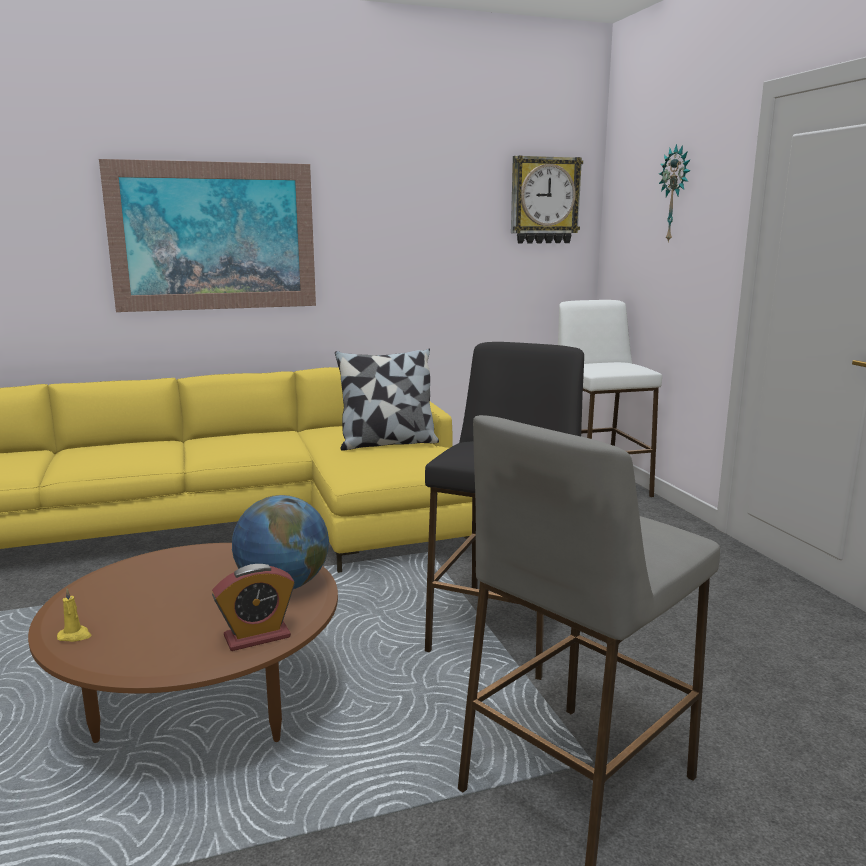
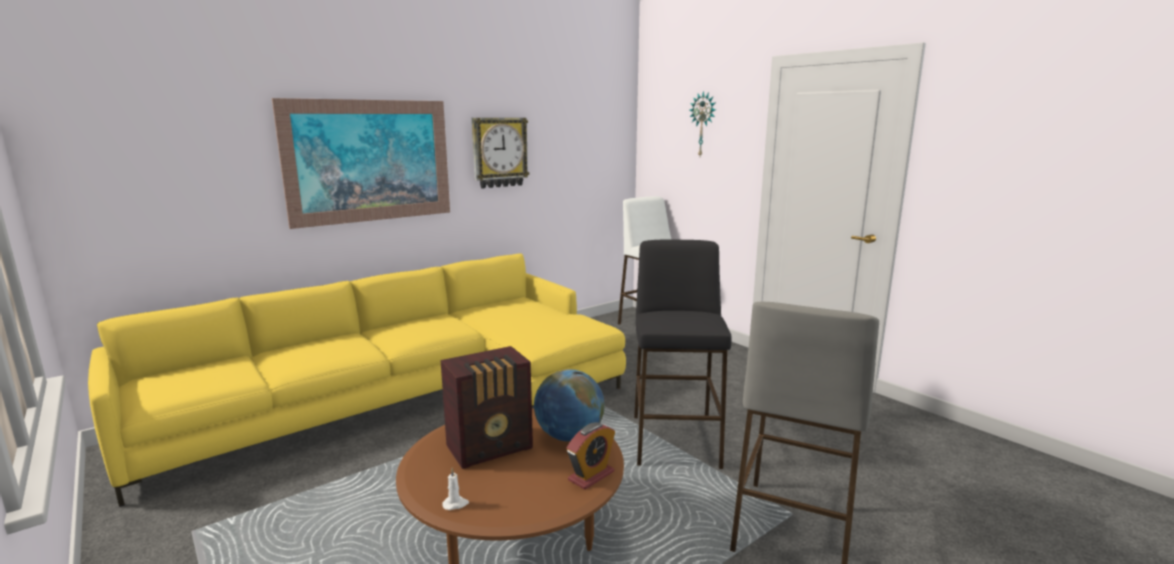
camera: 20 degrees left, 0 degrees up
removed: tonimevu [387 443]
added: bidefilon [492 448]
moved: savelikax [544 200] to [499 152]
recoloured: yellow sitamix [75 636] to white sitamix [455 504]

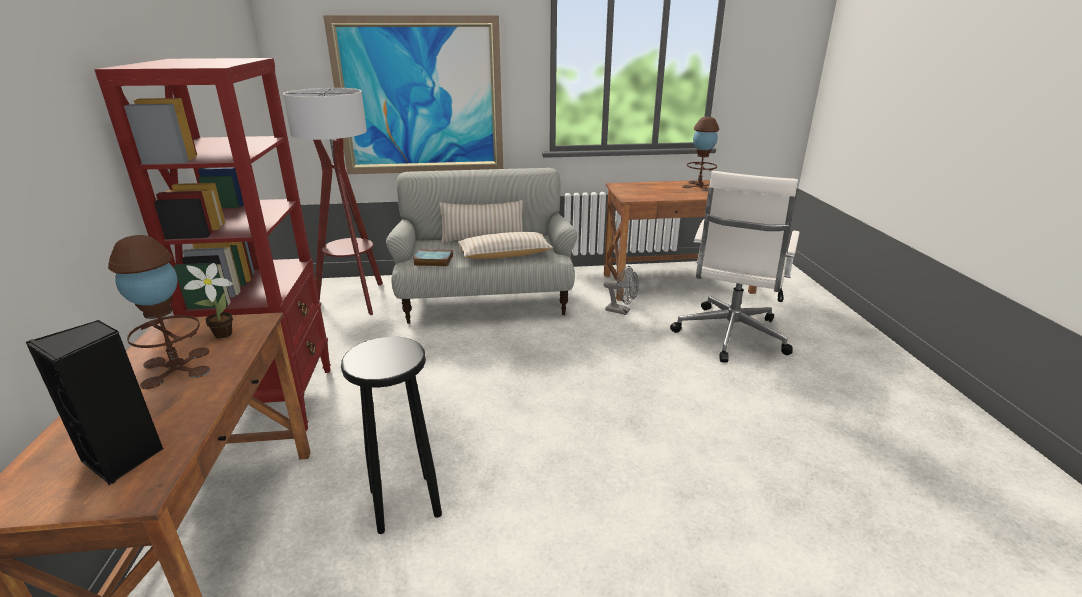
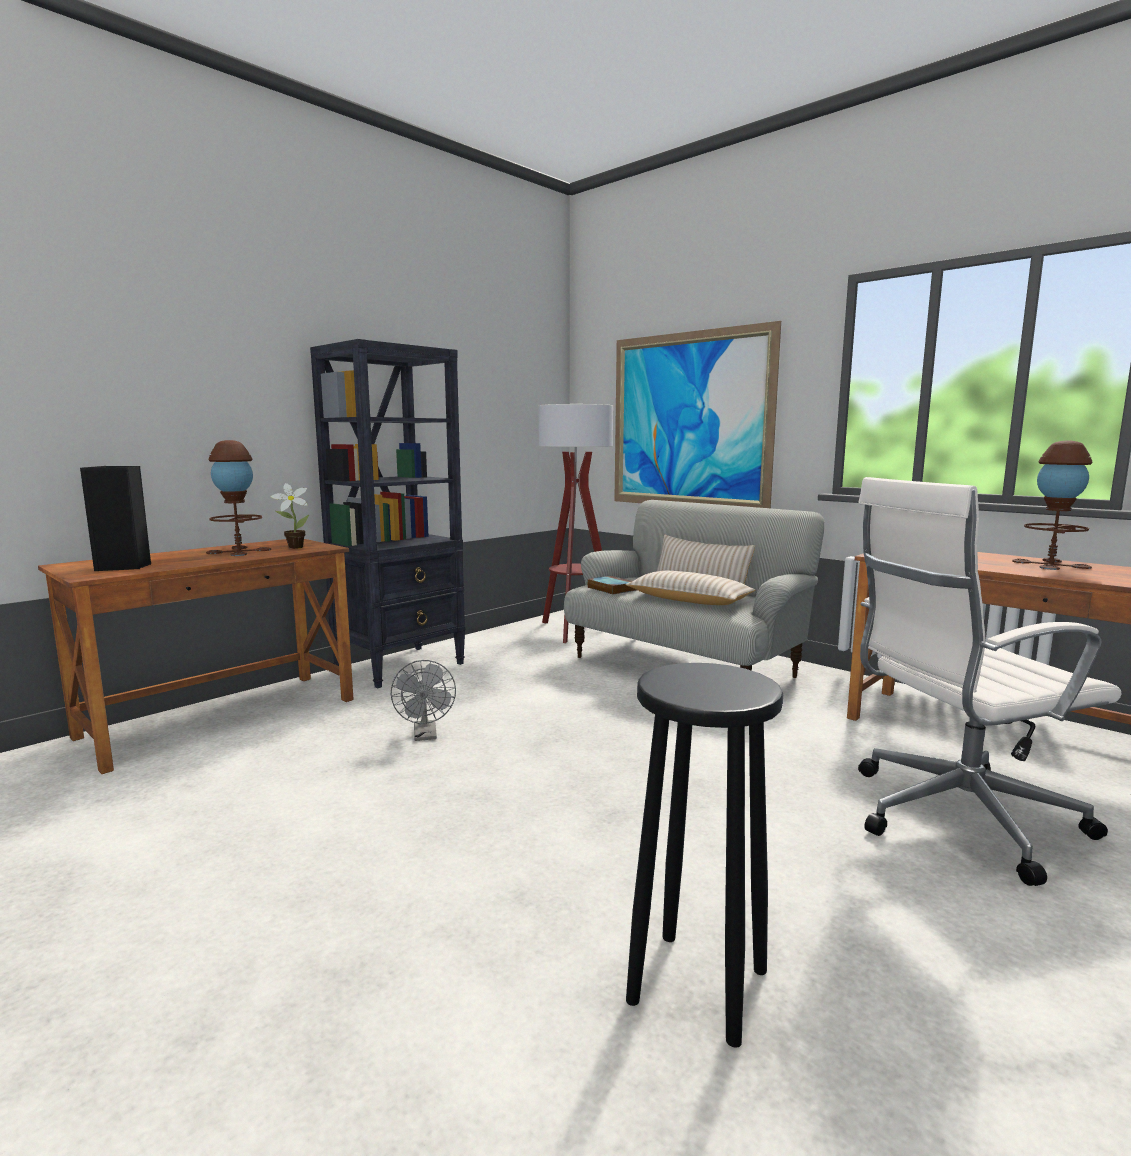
camera: 50 degrees right, 15 degrees down
moved: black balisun [405 503] to [697 986]; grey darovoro [621 311] to [426 736]
recoloured: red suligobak [279 400] to black suligobak [401 666]

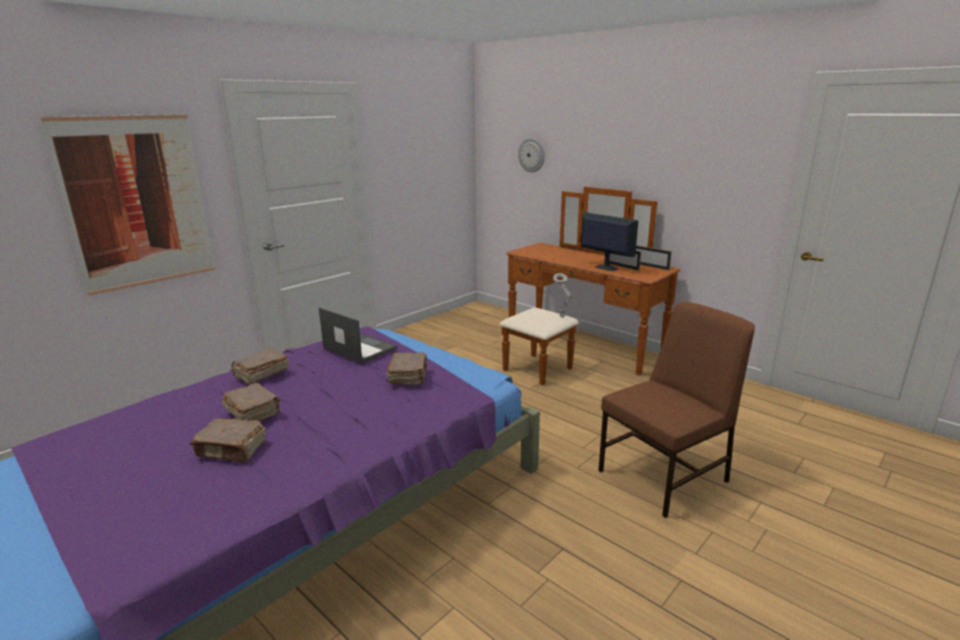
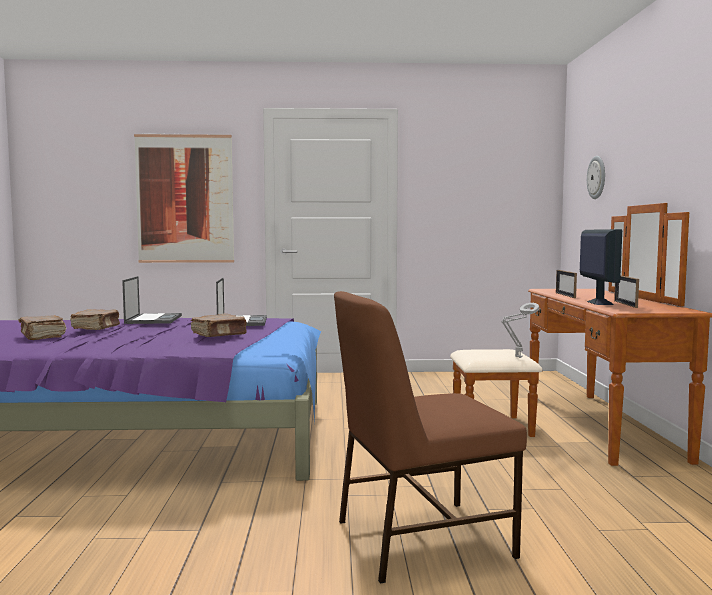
camera: 45 degrees right, 15 degrees down
moved: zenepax [649 266] to [565 295]
replaced: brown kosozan [261 374] to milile [153 319]
turned: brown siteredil [665 475] = [420 538] 150 degrees clockwise

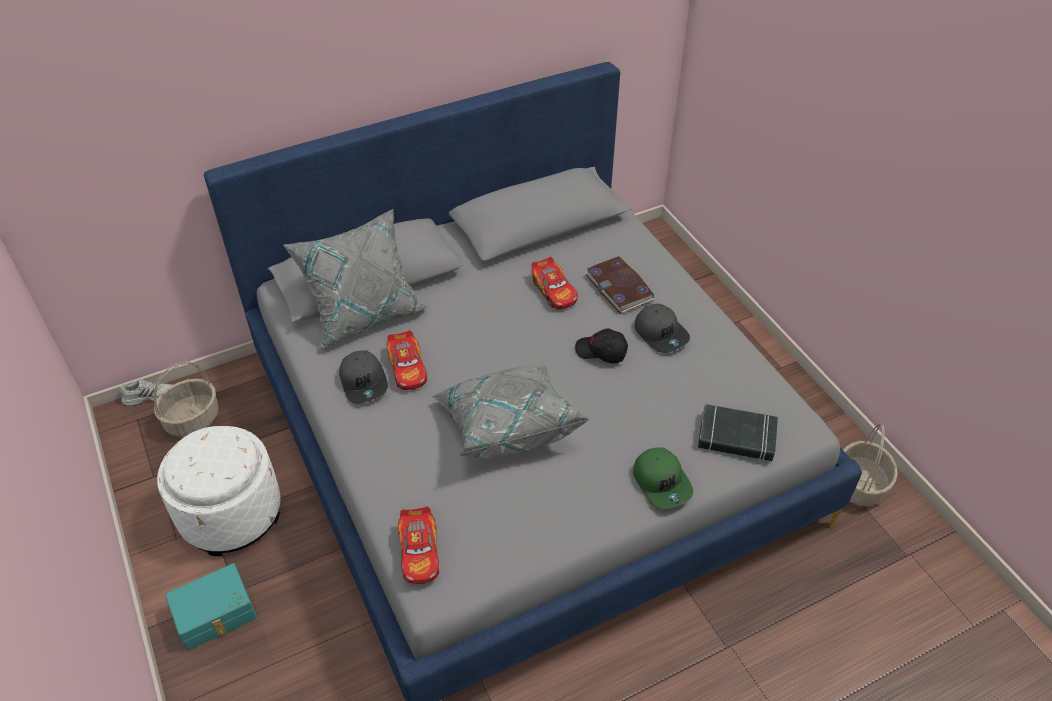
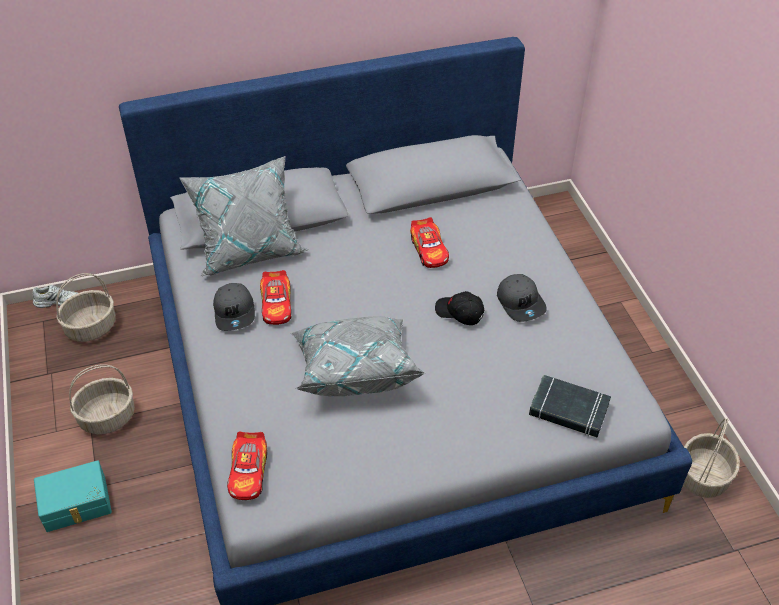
camera: 10 degrees right, 0 degrees up
removed: kosozan [619 287]; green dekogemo [662 482]
replaced: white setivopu [231 514] to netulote [108 417]

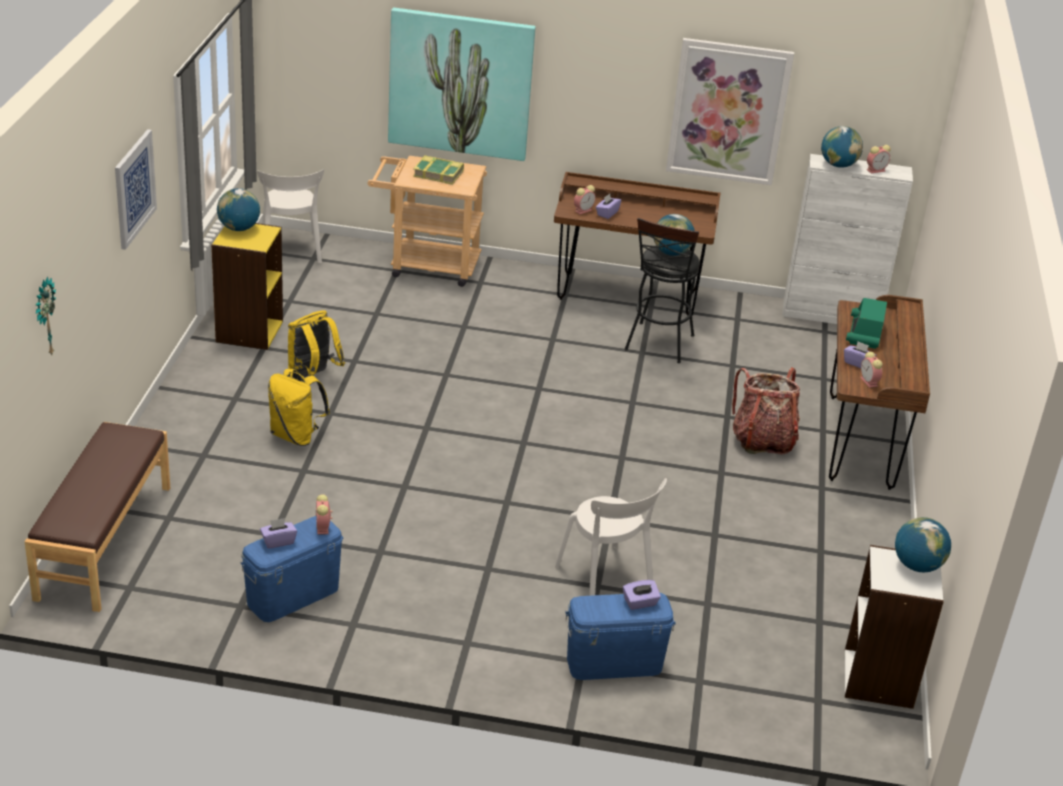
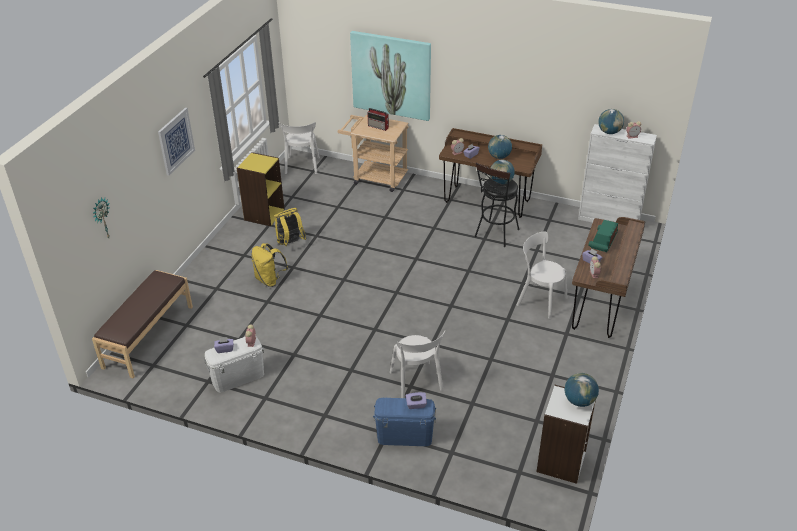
camera: 15 degrees right, 5 degrees up
removed: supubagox [728 111]
moved: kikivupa [238 228] to [499 157]
replaced: kosozan [438 173] to bidefilon [378 127]; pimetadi [762 440] to white siteredil [539 300]
recoloured: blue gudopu [293 596] to white gudopu [238 377]

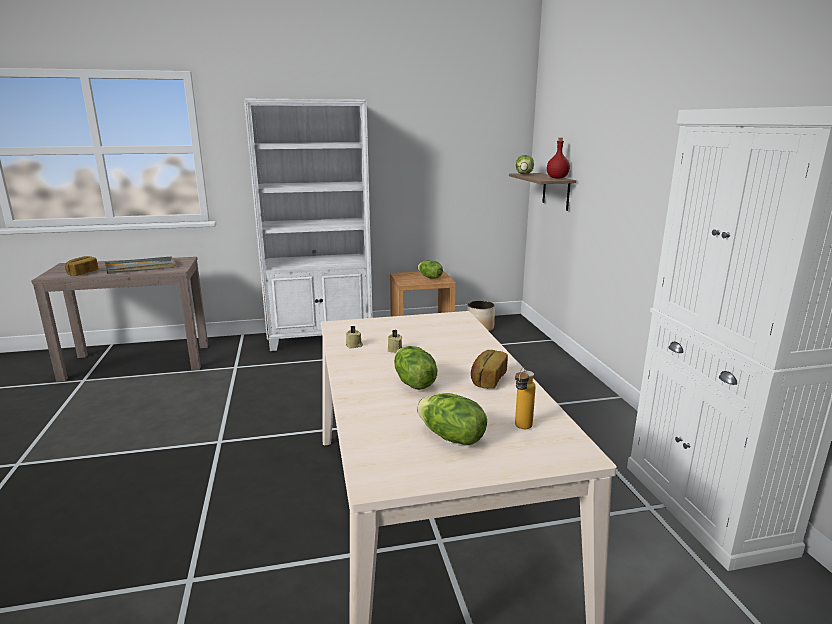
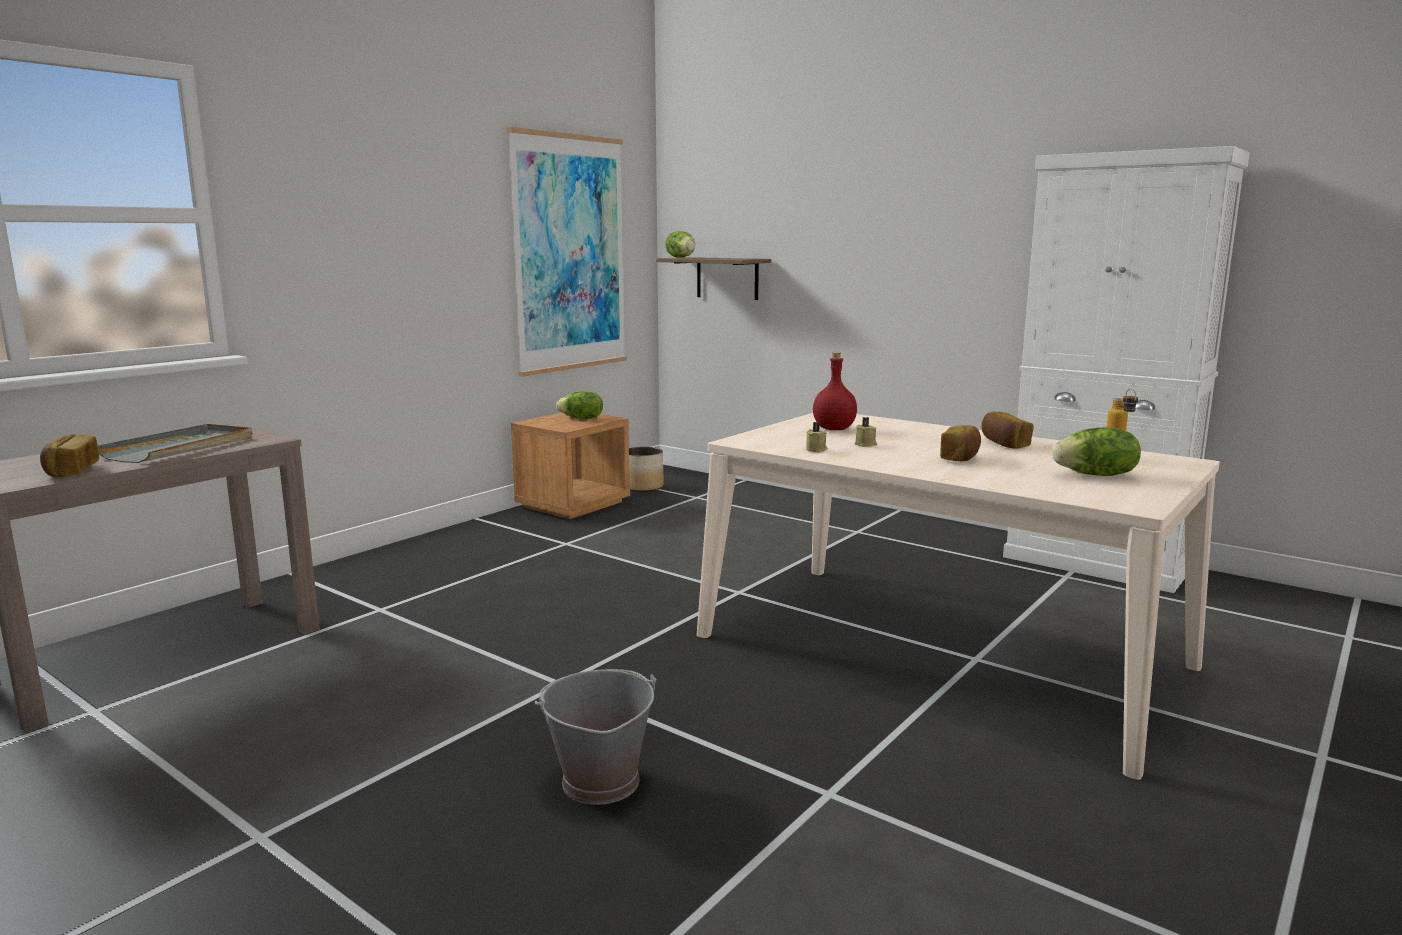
camera: 40 degrees left, 5 degrees down
removed: white suligobak [321 338]
added: supubagox [570 254]; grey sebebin [599 782]
moved: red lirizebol [557 178] to [833 429]
replaced: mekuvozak [413 383] to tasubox [960 458]

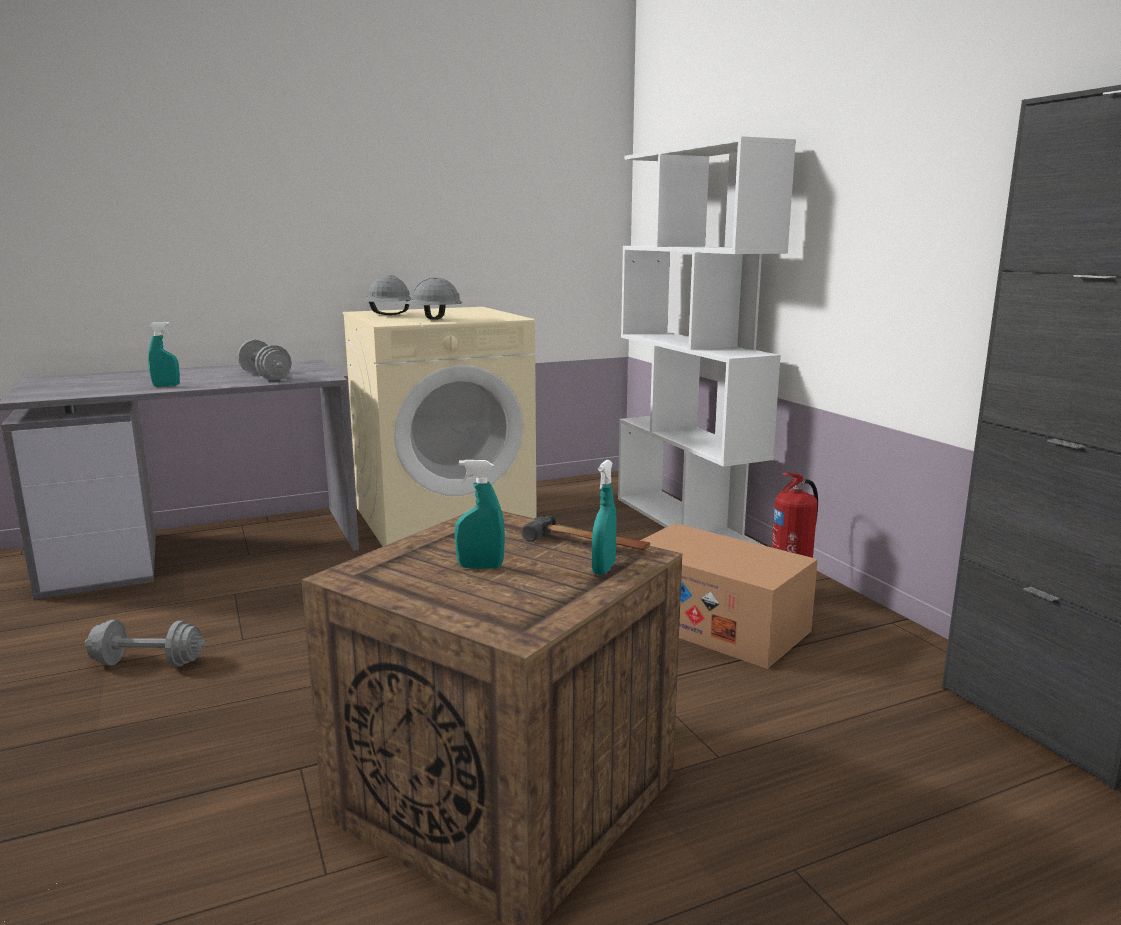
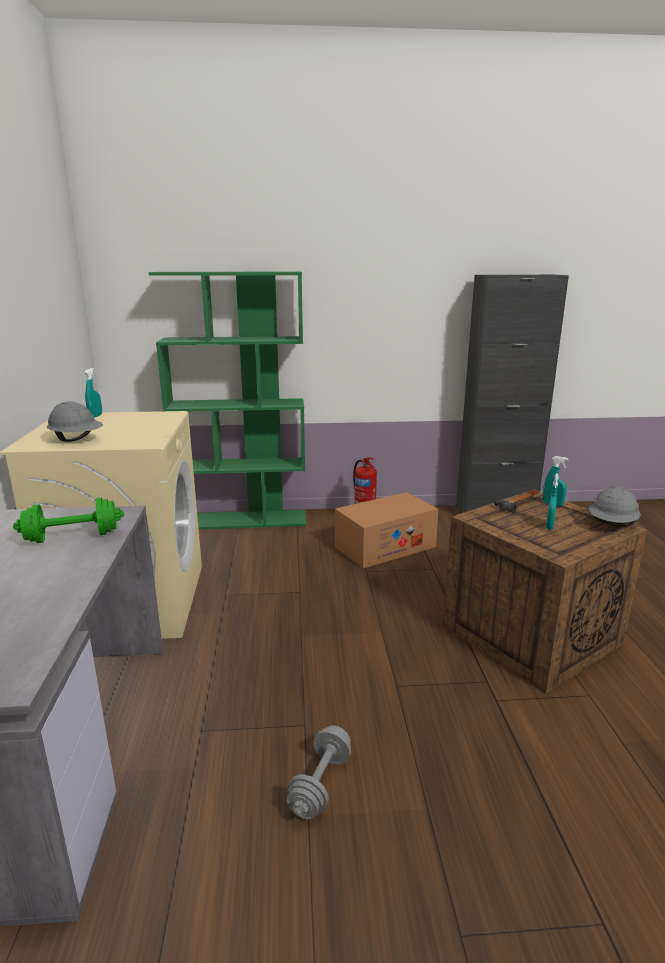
camera: 70 degrees left, 5 degrees up
moved: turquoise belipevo [166 386] to [95 416]; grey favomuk [432 319] to [612 525]
recoloured: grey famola [265 376] to green famola [72 537]; white suligobak [687 523] to green suligobak [243 520]

